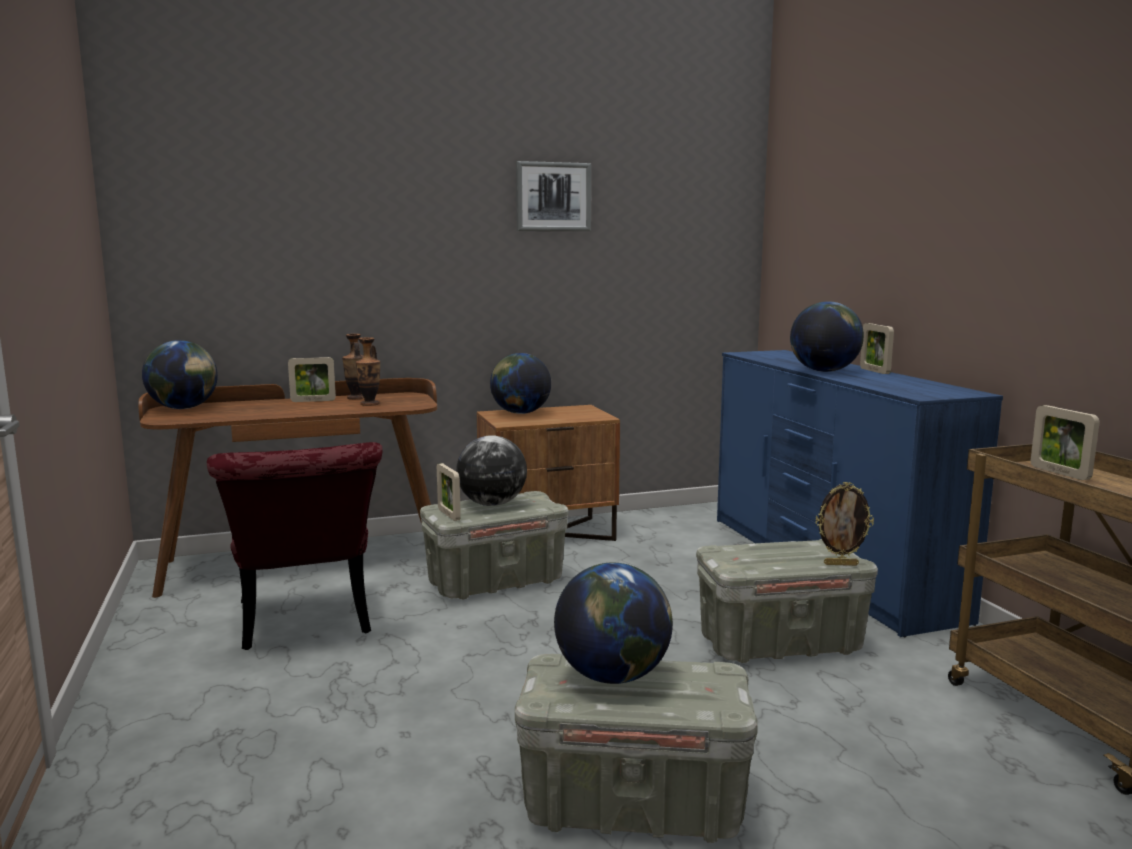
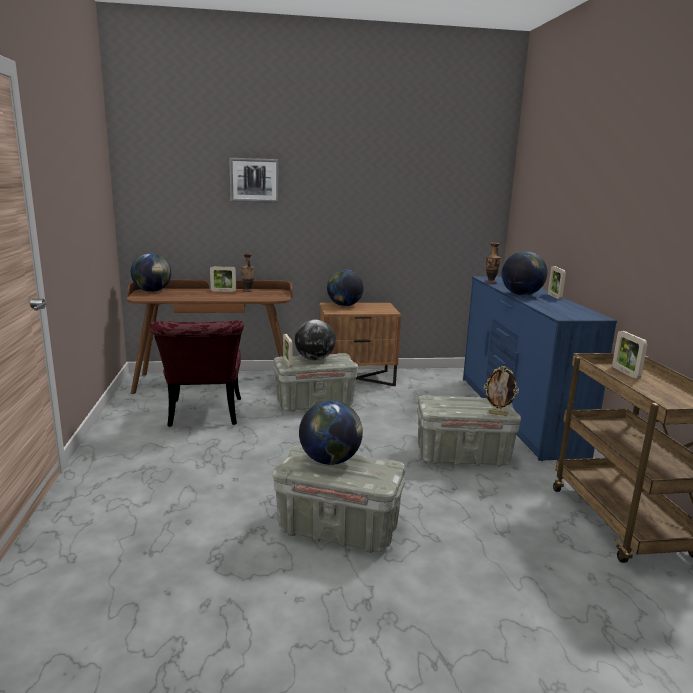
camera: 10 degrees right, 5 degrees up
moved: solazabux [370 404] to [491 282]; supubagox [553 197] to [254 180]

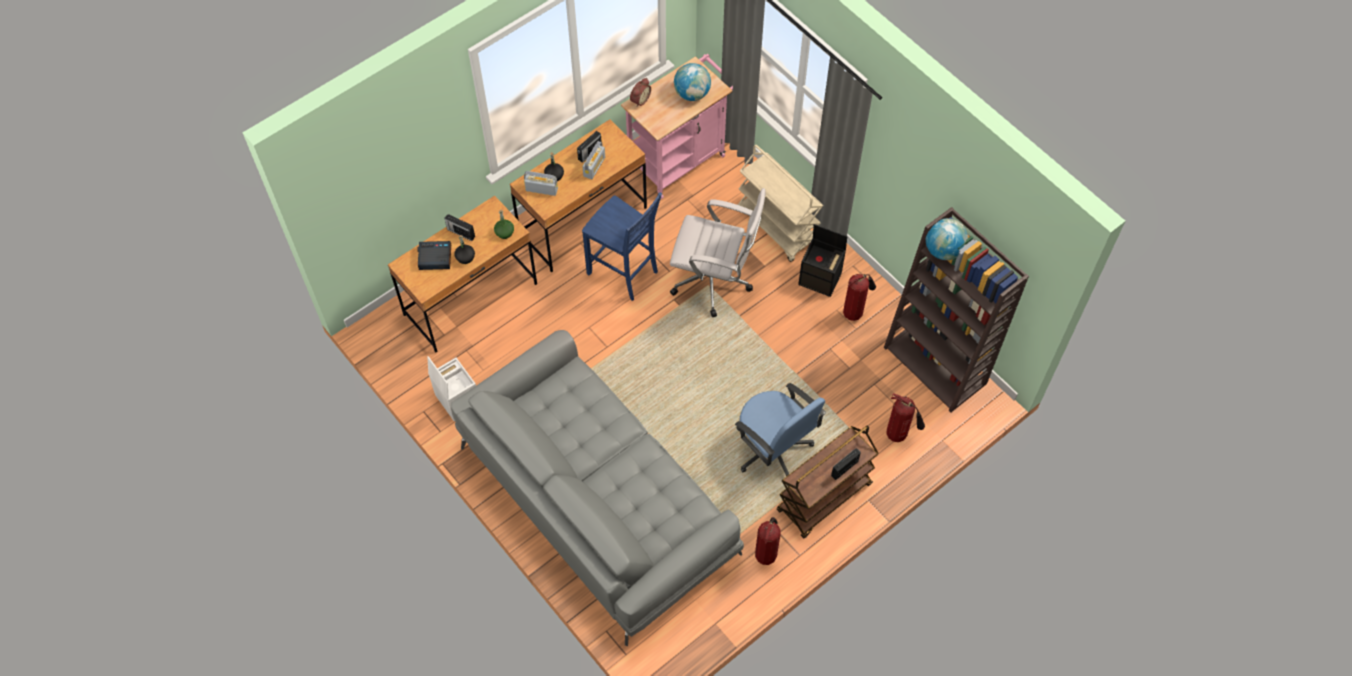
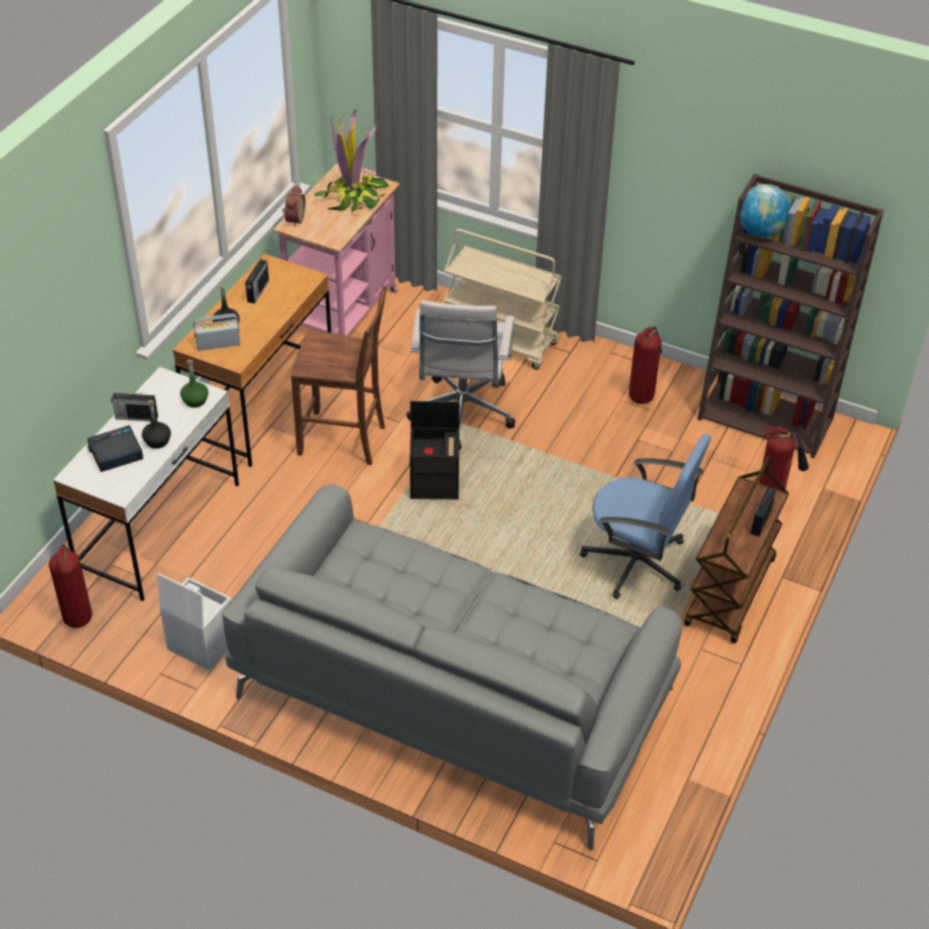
camera: 25 degrees left, 15 degrees down
removed: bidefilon [594 166]
moved: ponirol [766 553] to [77 617]; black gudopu [821 279] to [435 484]
replaced: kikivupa [692 94] to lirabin [354 198]
recoloured: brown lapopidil [471 299] to white lapopidil [159 528]; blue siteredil [624 273] to brown siteredil [344 440]
turned: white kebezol [715 282] = [461 416] 105 degrees clockwise

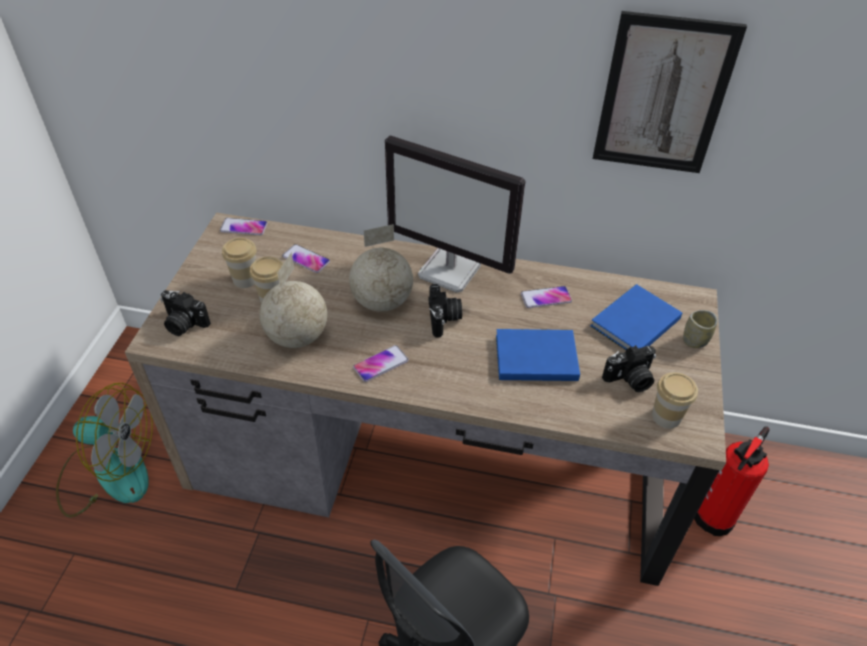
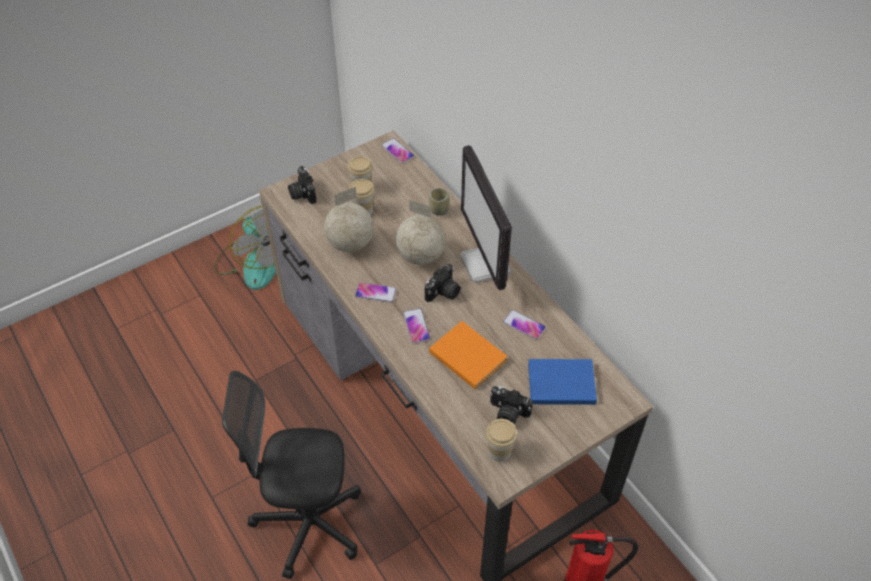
camera: 45 degrees right, 5 degrees up
removed: supubagox [663 96]
moved: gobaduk [306 259] to [416 326]; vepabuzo [695 340] to [439 210]
recoloured: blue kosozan [533 356] to orange kosozan [467 355]

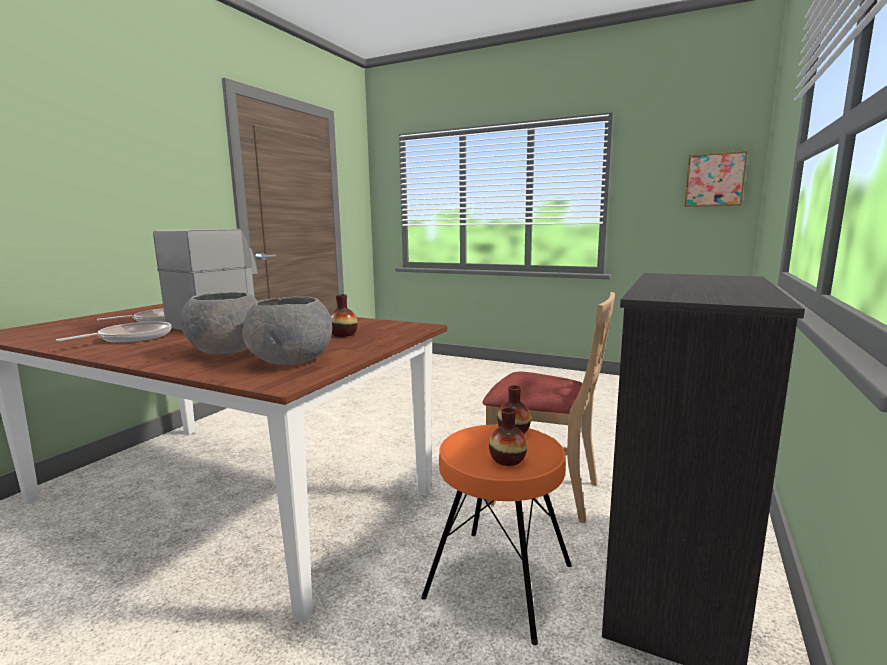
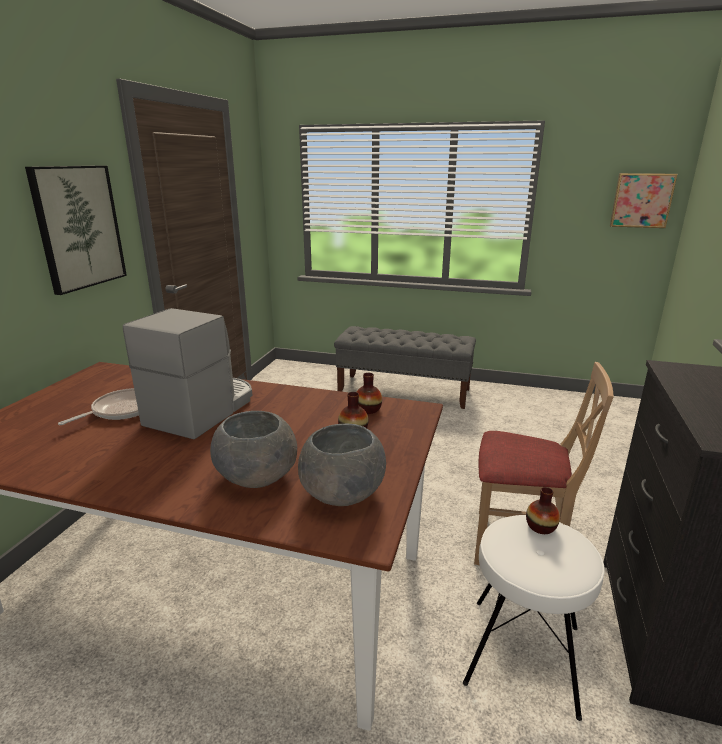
camera: 10 degrees left, 10 degrees up
removed: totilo [131 338]
added: supubagox [78 227]; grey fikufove [404 391]
moved: solazabux [507 459] to [368 409]
recoloured: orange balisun [500 581] to white balisun [524 655]

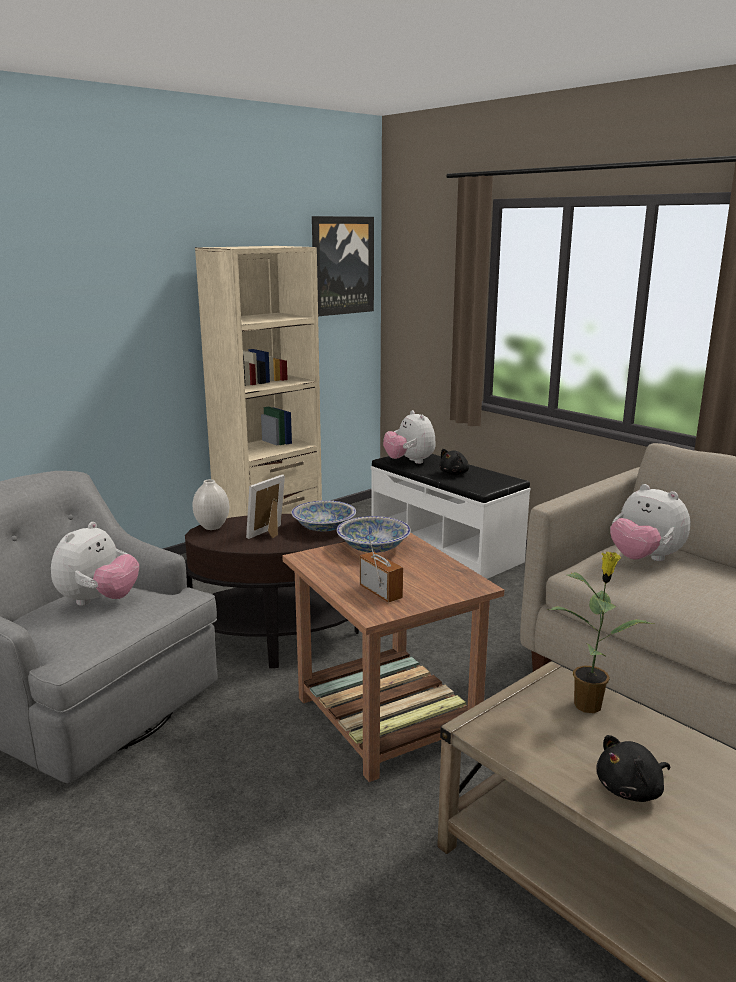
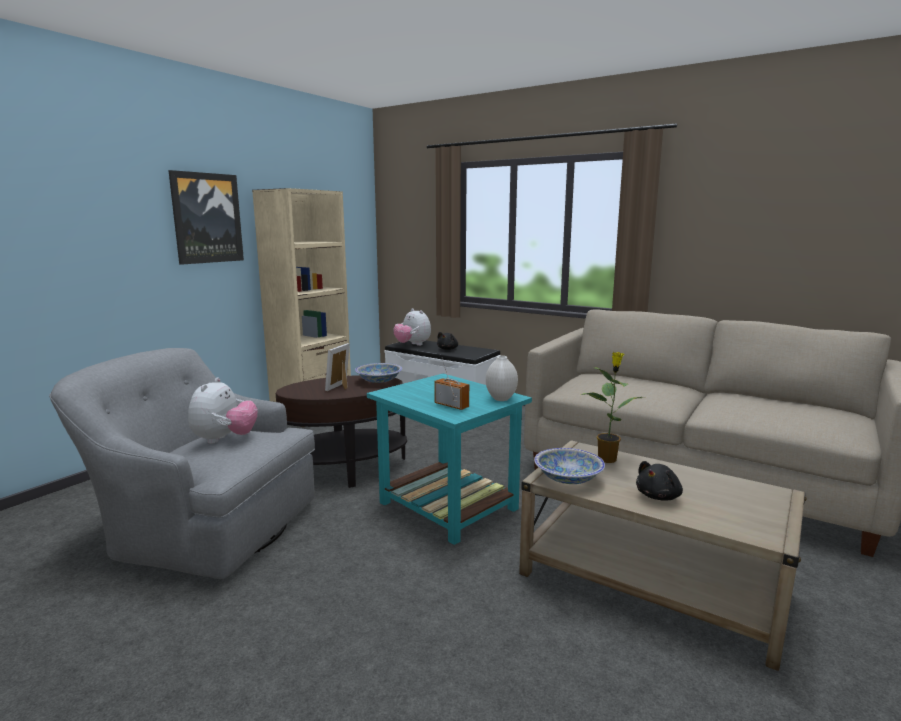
camera: 15 degrees left, 5 degrees down
removed: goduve [644 559]
moved: white solazabux [212 527] to [501 399]; supubagox [342 265] to [207 218]; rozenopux [373 547] to [568 478]
recoloured: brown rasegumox [385 716] to turquoise rasegumox [447 505]

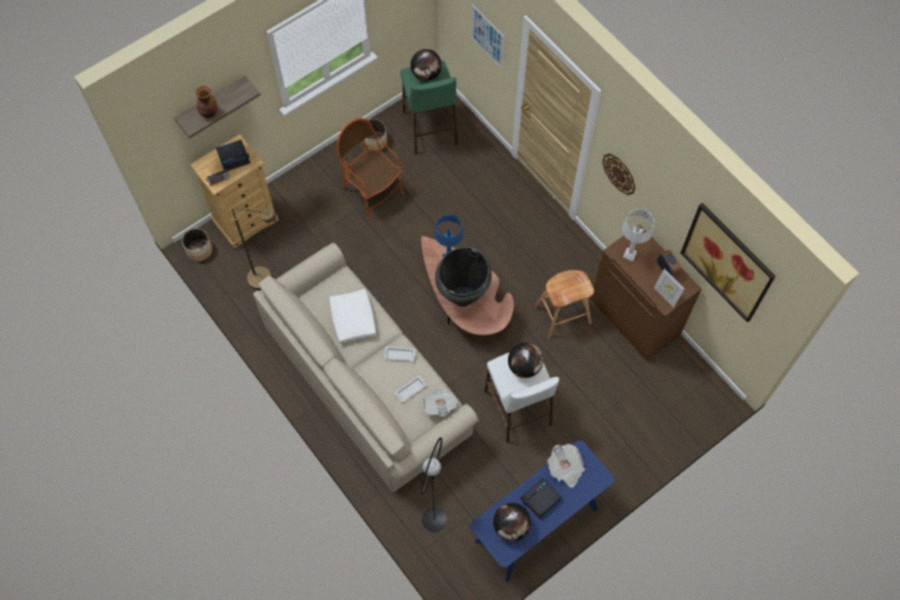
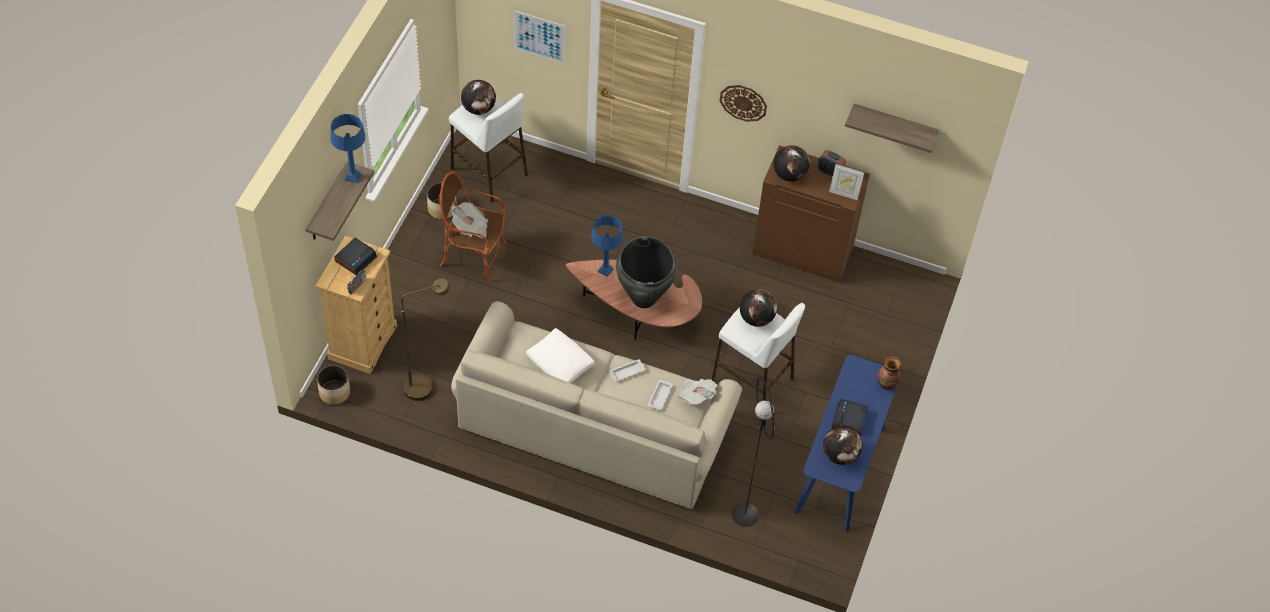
camera: 35 degrees left, 10 degrees down
removed: brown balisun [562 315]
added: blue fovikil [352 177]
moved: solazabux [209 113] to [886 384]; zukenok [565 468] to [470 227]
replaced: grey fovikil [629 255] to kikivupa [789 175]; supubagox [727 262] to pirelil [894 126]
recoloured: green balisun [430 128] to white balisun [489 172]

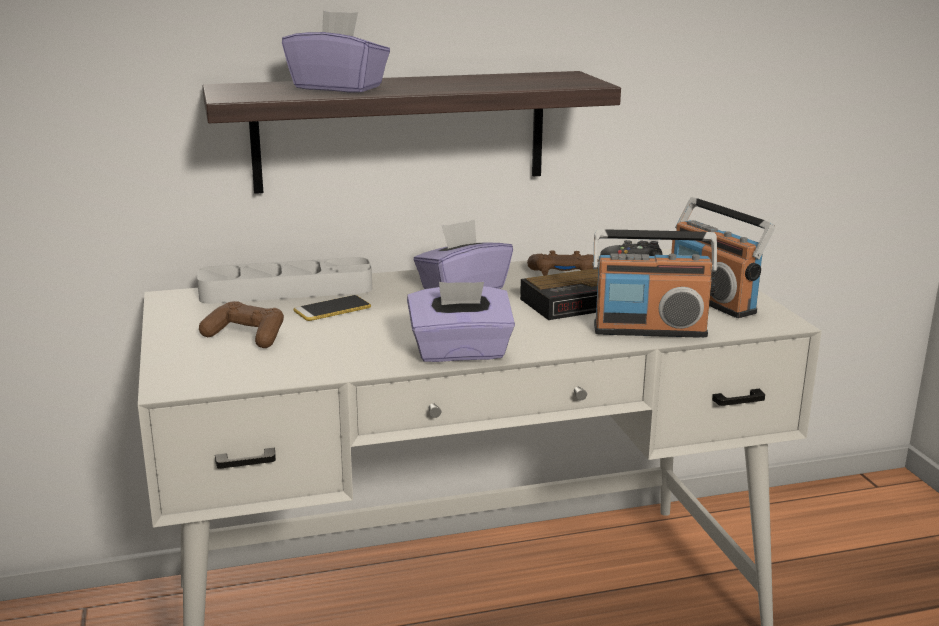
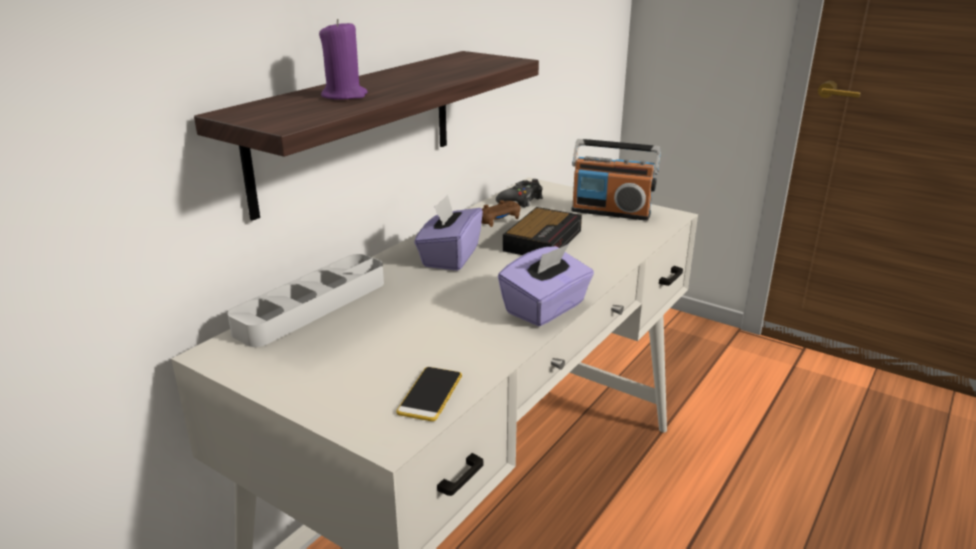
camera: 40 degrees left, 5 degrees up
removed: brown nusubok [246 336]; bidefilon [649 330]
moved: gobaduk [332 309] to [430 394]
replaced: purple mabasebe [338 87] to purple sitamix [344 96]

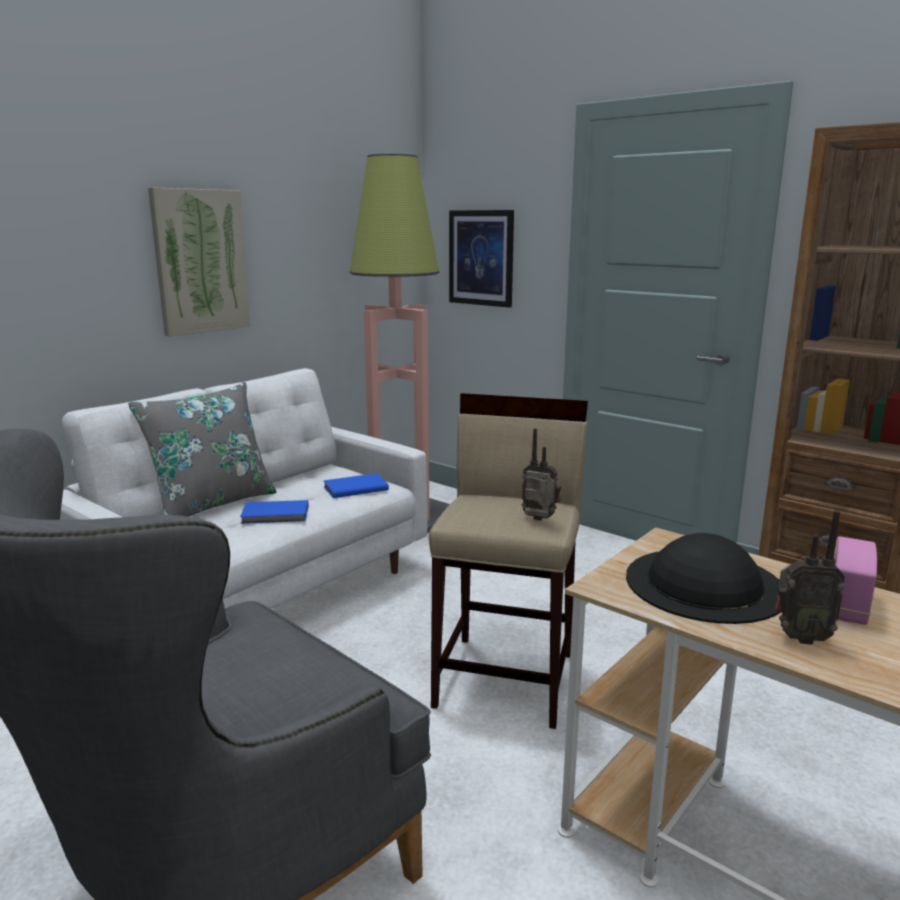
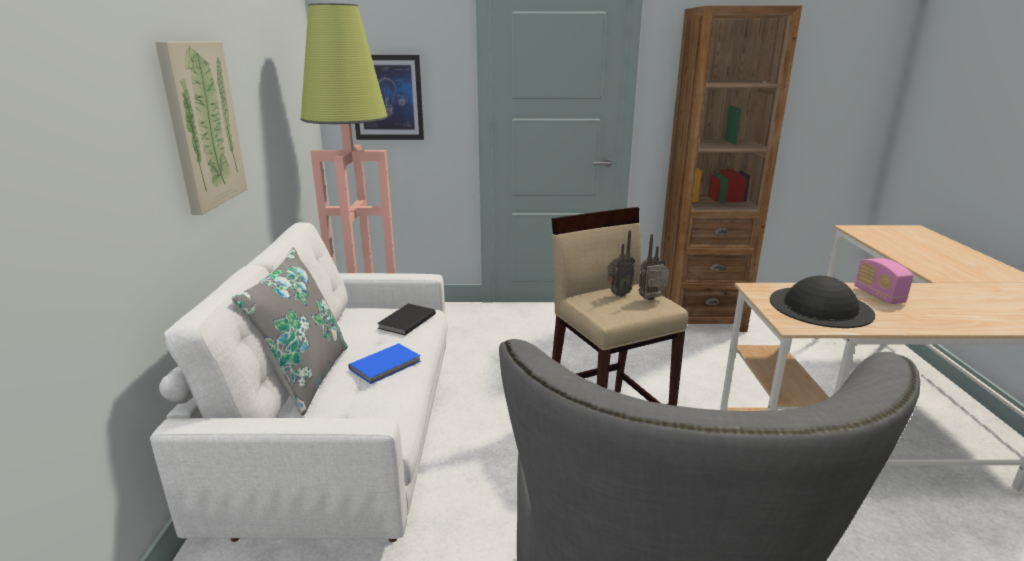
camera: 40 degrees left, 5 degrees up
moved: bidefilon [799 637] to [617 295]
recoloured: blue kosozan [354 488] to black kosozan [405 321]

